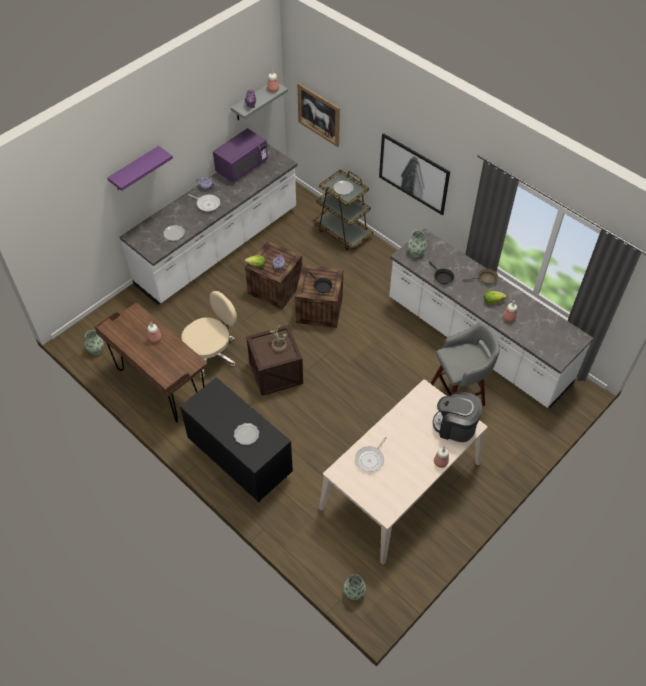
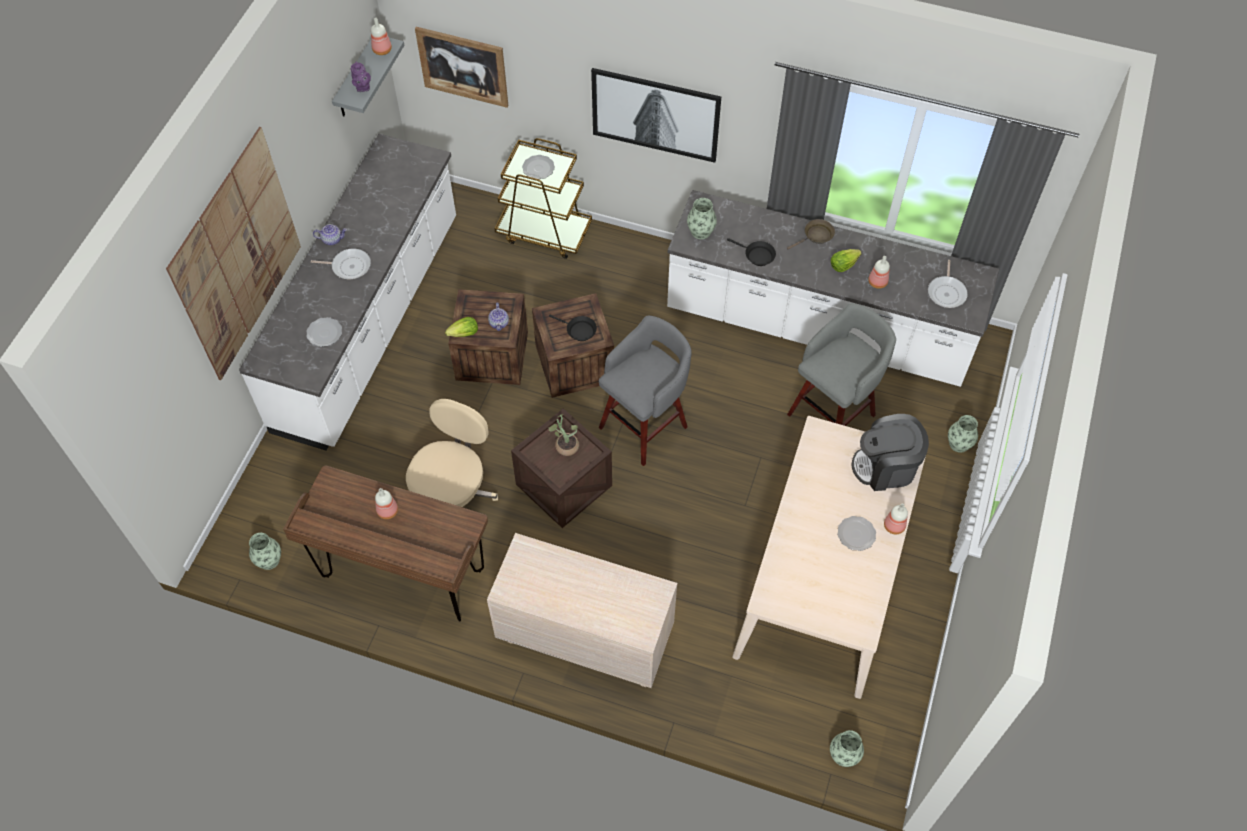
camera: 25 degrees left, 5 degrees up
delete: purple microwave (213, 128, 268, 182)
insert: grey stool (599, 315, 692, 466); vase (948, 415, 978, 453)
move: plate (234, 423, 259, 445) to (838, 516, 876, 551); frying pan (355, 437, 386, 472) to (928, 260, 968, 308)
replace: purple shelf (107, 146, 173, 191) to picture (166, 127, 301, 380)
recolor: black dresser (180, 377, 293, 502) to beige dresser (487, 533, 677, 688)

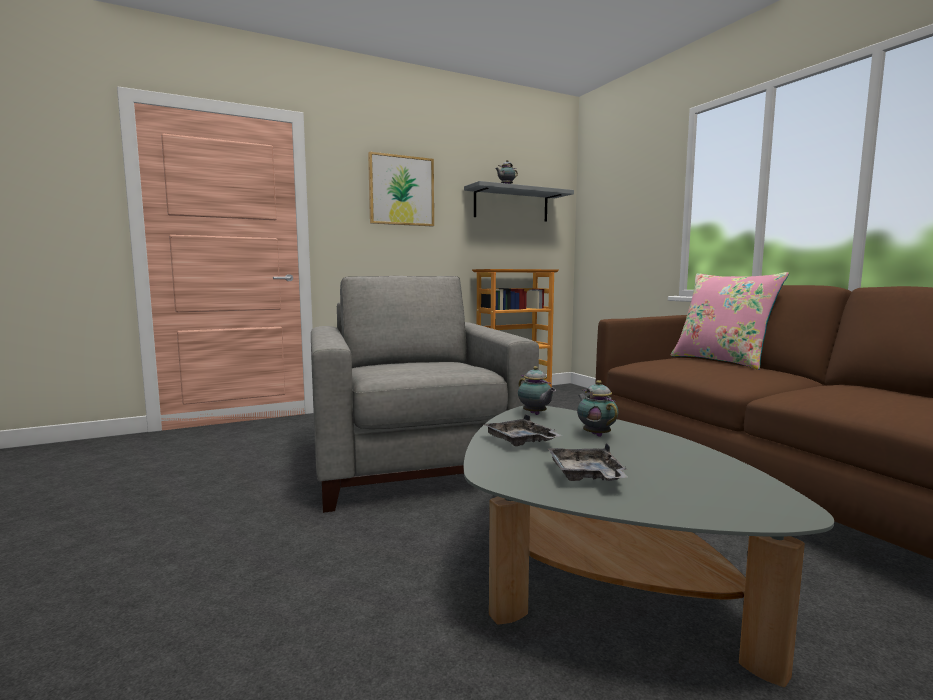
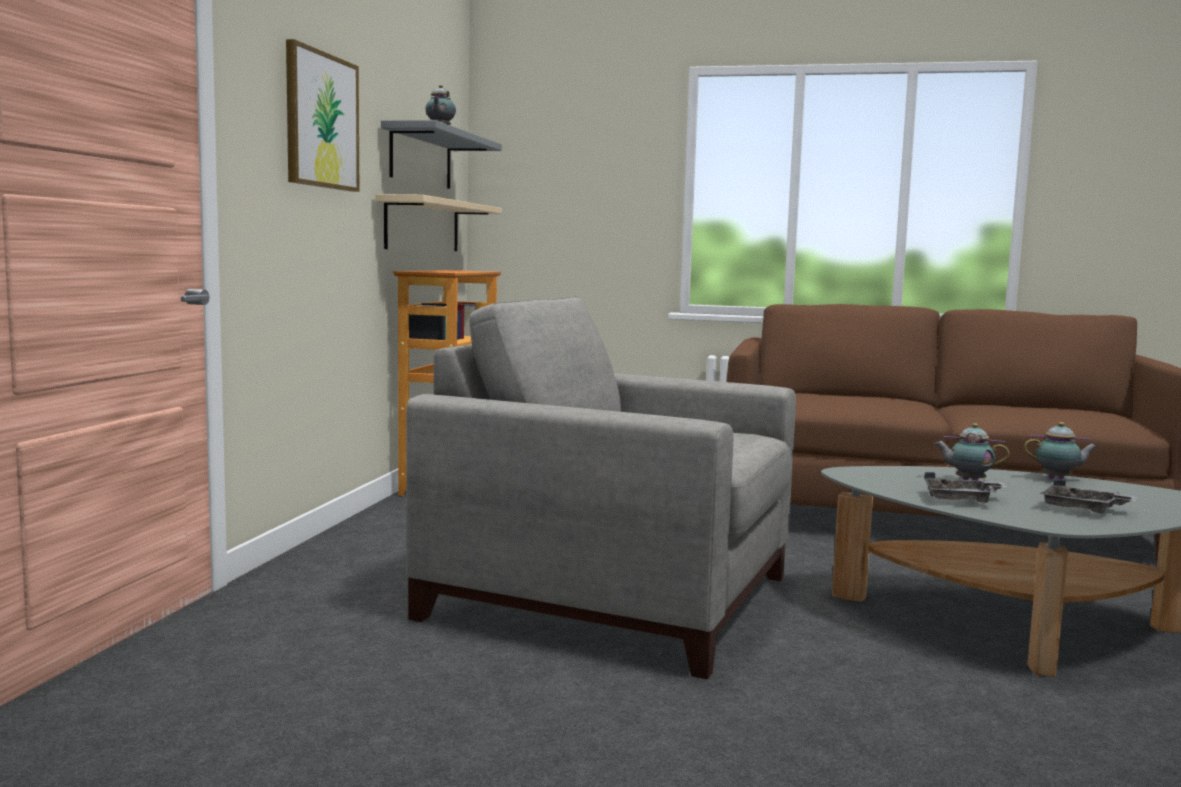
camera: 50 degrees left, 0 degrees up
delete: pink pillow (671, 272, 789, 370)
insert: beige shelf (375, 194, 502, 251)
move: teapot (518, 366, 556, 415) to (1024, 422, 1098, 480)

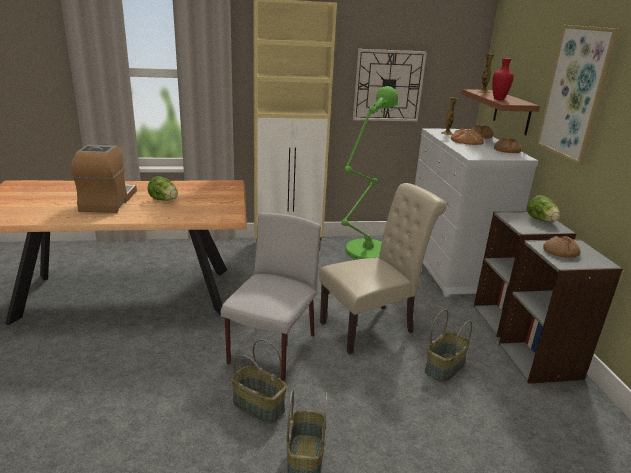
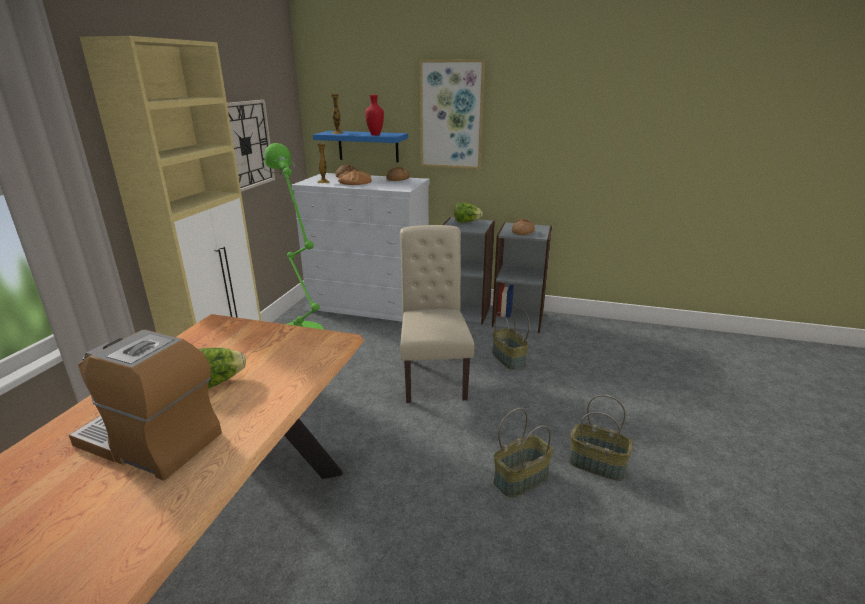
camera: 65 degrees left, 0 degrees up
delete: grey chair (221, 213, 321, 381)
recolor: brown shelf (461, 89, 540, 135) to blue shelf (313, 131, 408, 162)

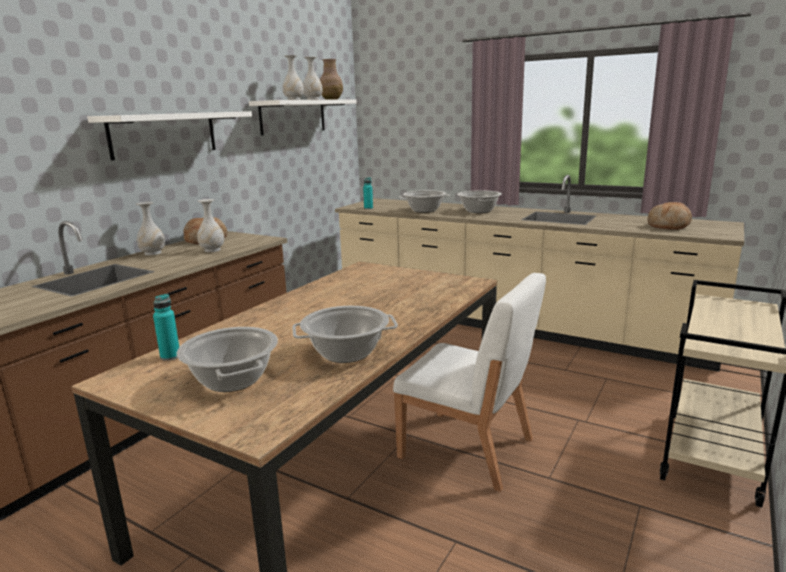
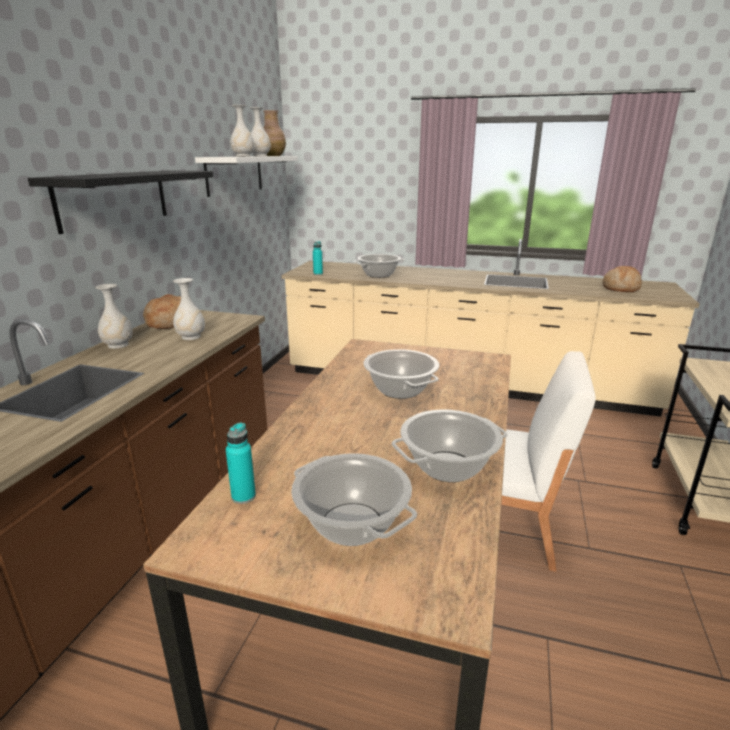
camera: 15 degrees left, 5 degrees up
move: cooking pot (457, 190, 502, 213) to (363, 349, 439, 399)
recolor: white shelf (87, 111, 252, 160) to black shelf (28, 171, 213, 234)

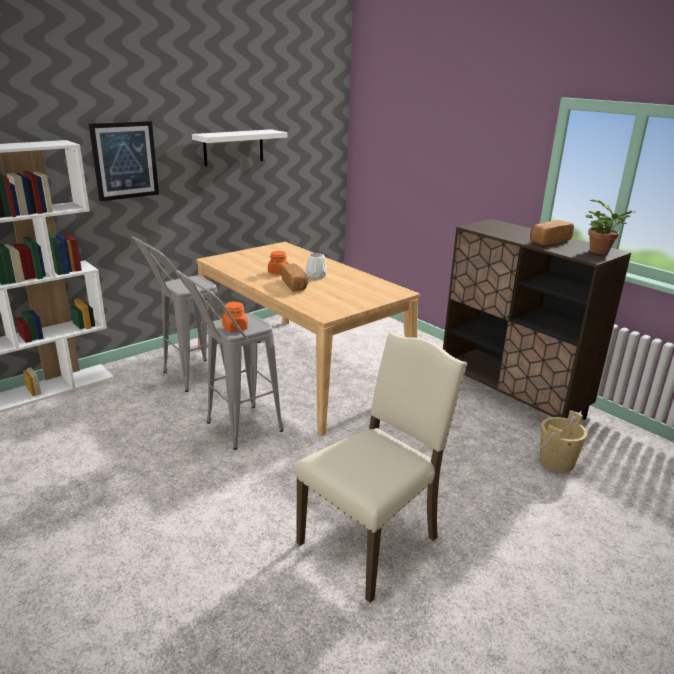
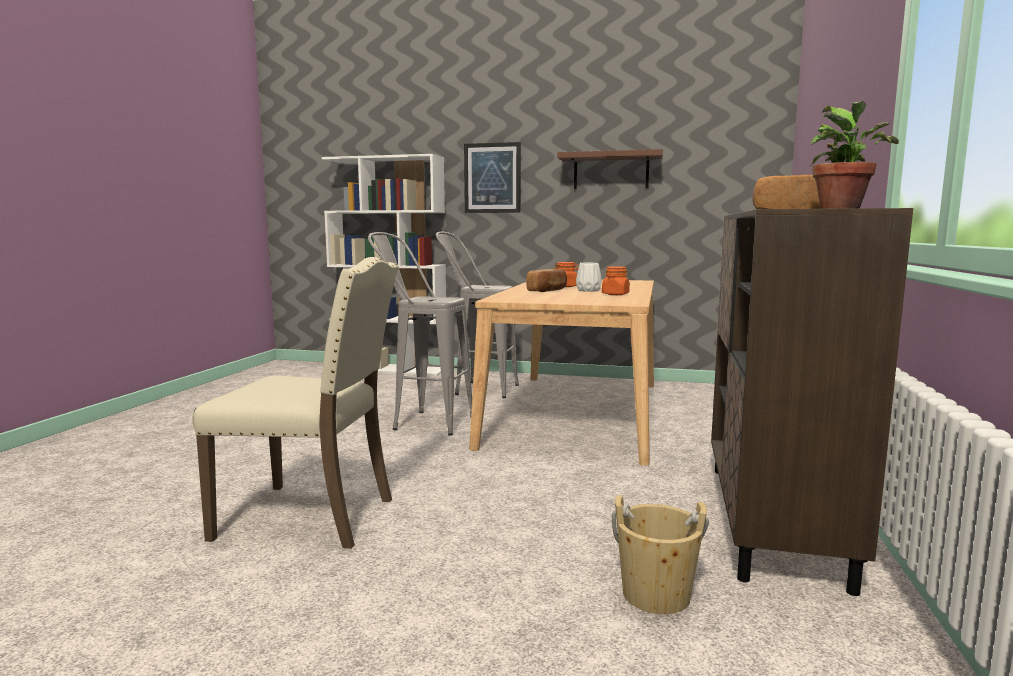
camera: 55 degrees right, 15 degrees down
move: orange jar (222, 301, 248, 332) to (602, 266, 630, 295)
recolor: white shelf (192, 129, 288, 166) to brown shelf (557, 149, 663, 189)

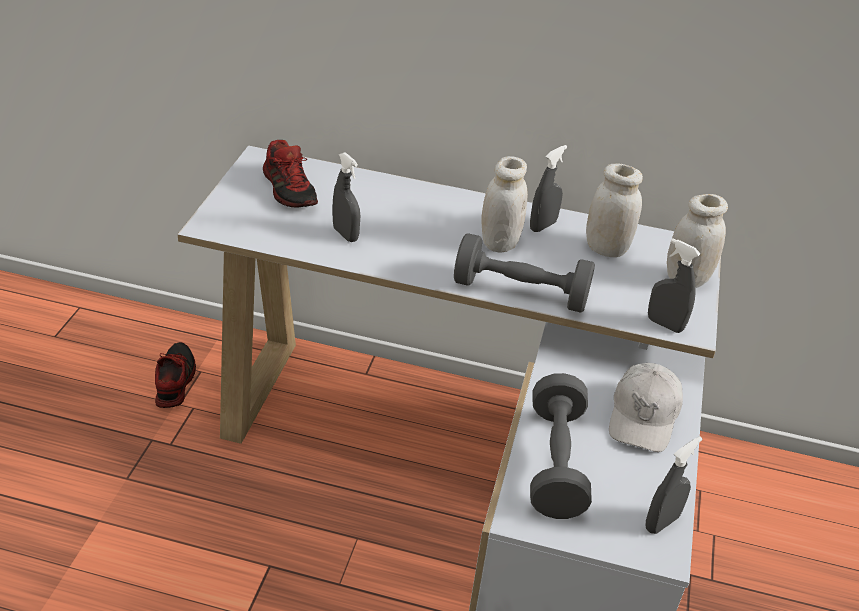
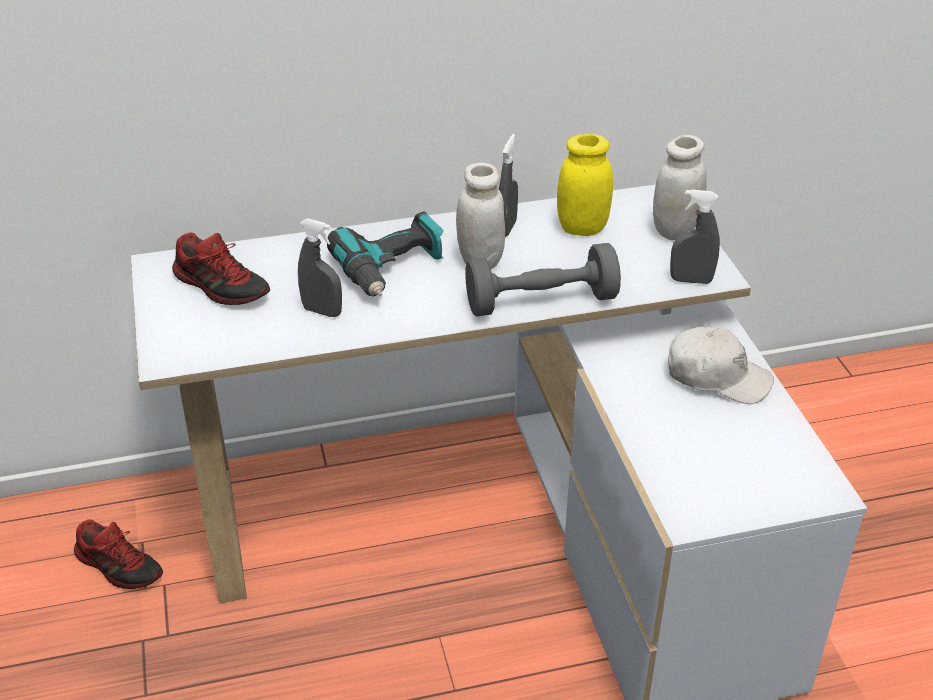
camera: 25 degrees left, 0 degrees up
delete: grey dumbbell (530, 373, 592, 519); grey spray bottle (646, 436, 702, 534)
insert: power drill (327, 211, 444, 297)
recolor: white jar (586, 163, 643, 257) to yellow jar (557, 134, 613, 236)
rotate: shoe (155, 342, 196, 408) = (74, 519, 163, 589) 150 degrees clockwise; white cap (609, 363, 683, 452) = (668, 327, 774, 404) 60 degrees counterclockwise

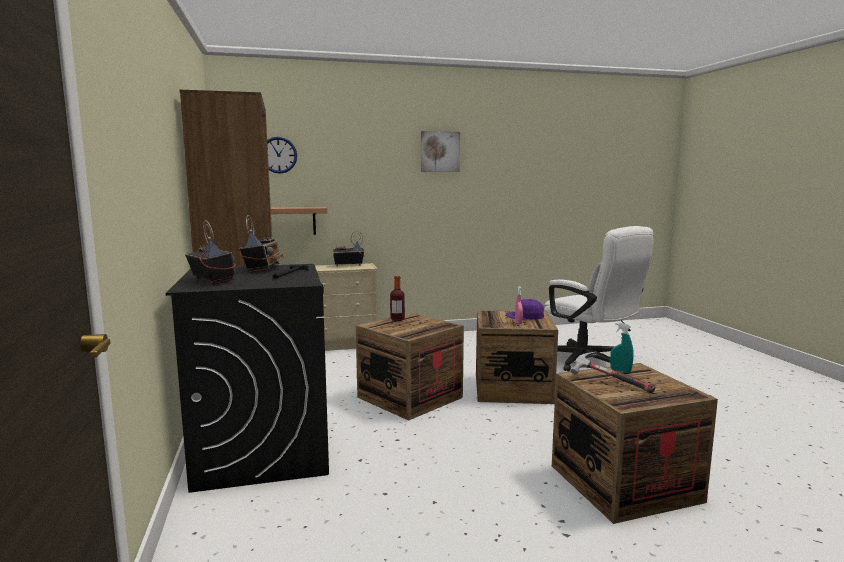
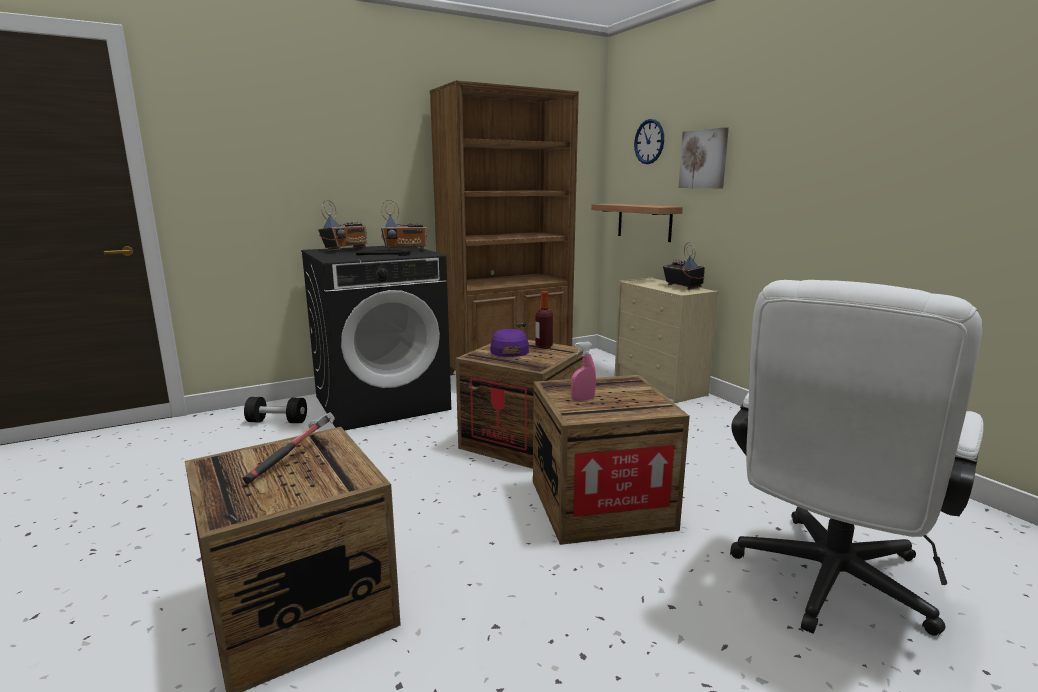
camera: 75 degrees right, 5 degrees up
delete: turquoise spray bottle (610, 322, 634, 373)
insert: black dumbbell (244, 397, 307, 423)
move: picture (421, 131, 460, 172) to (679, 127, 729, 188); purple cap (506, 299, 544, 319) to (490, 329, 529, 357)

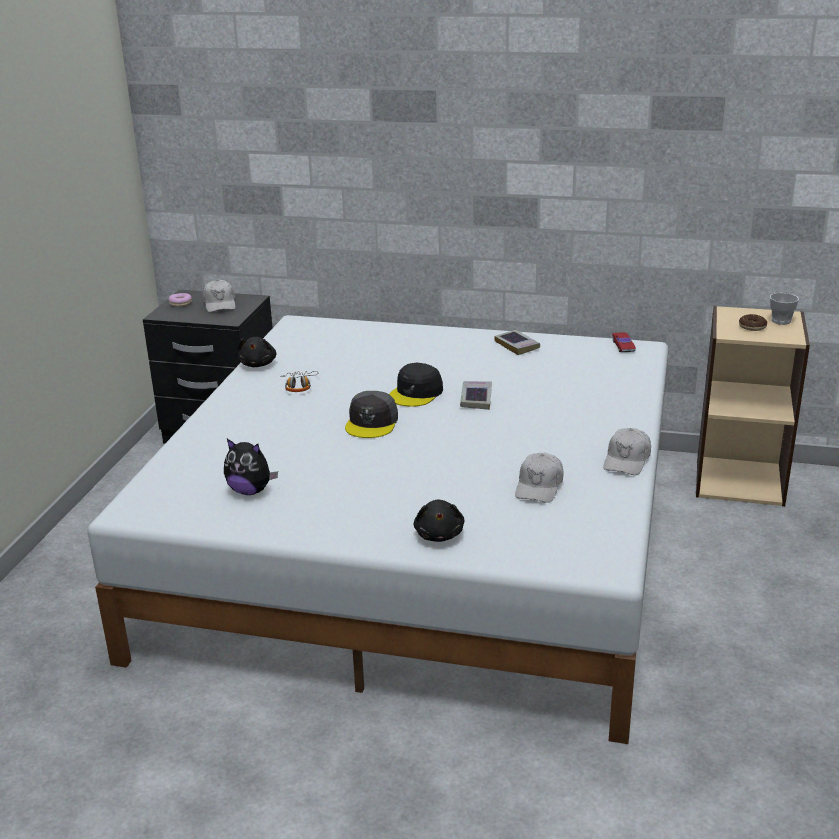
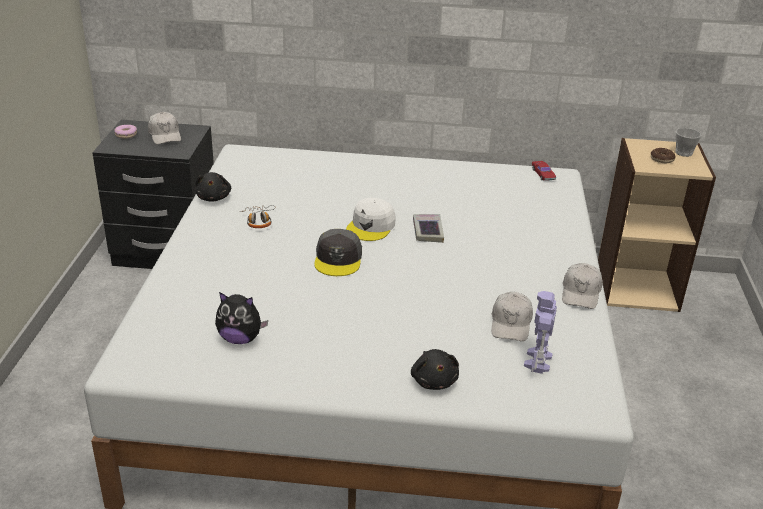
camera: 10 degrees left, 5 degrees up
delete: book (494, 330, 540, 355)
insert: toy robot (524, 291, 557, 374)
recolor: black cap (389, 363, 443, 407) to white cap (346, 198, 395, 241)

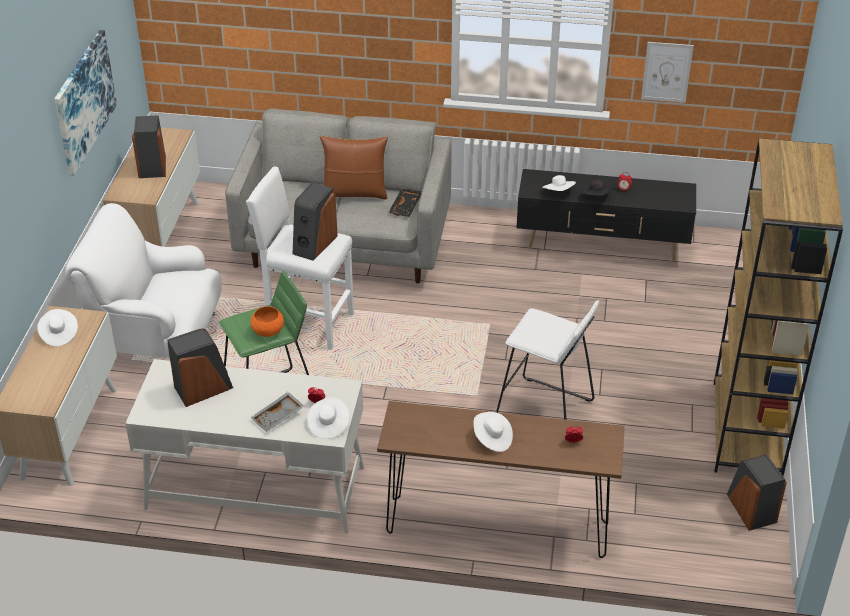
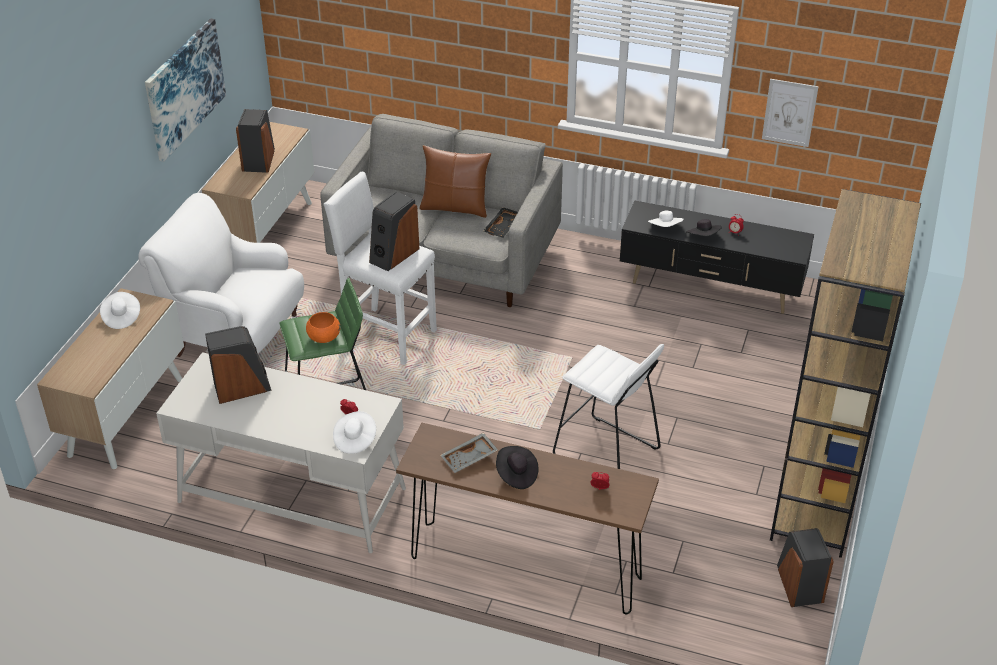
camera: 10 degrees right, 0 degrees up
move: grey tray (250, 392, 304, 432) to (440, 433, 498, 473)
recolor: white hat (474, 412, 513, 452) to black hat (496, 446, 539, 489)

